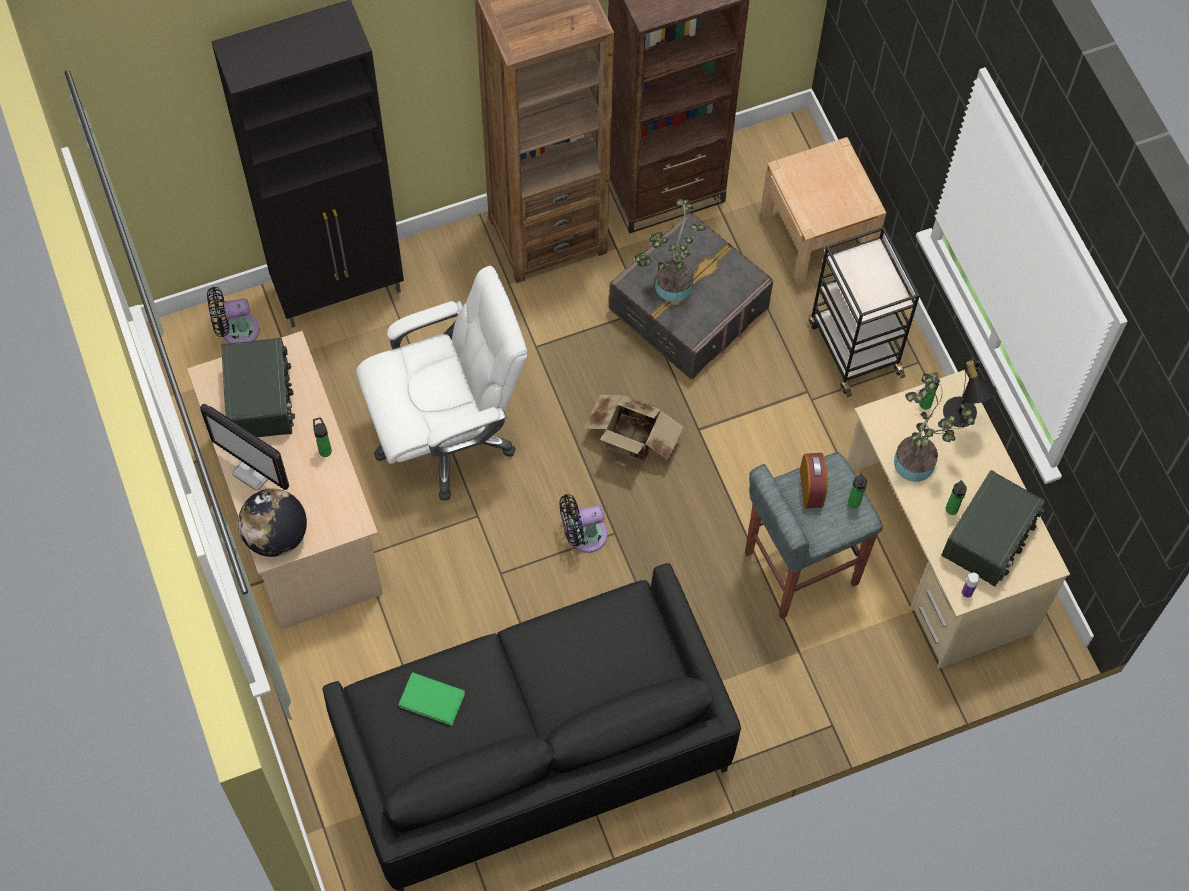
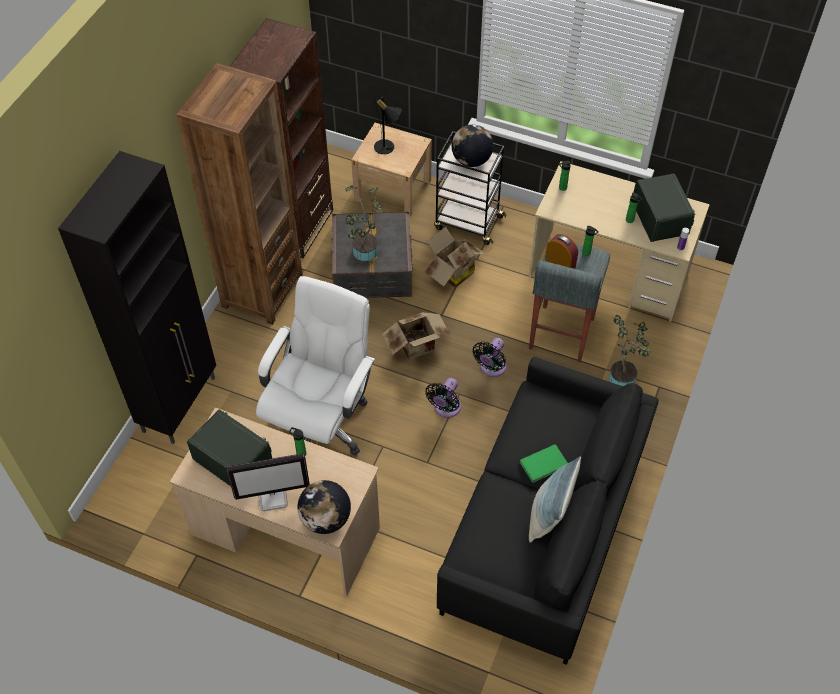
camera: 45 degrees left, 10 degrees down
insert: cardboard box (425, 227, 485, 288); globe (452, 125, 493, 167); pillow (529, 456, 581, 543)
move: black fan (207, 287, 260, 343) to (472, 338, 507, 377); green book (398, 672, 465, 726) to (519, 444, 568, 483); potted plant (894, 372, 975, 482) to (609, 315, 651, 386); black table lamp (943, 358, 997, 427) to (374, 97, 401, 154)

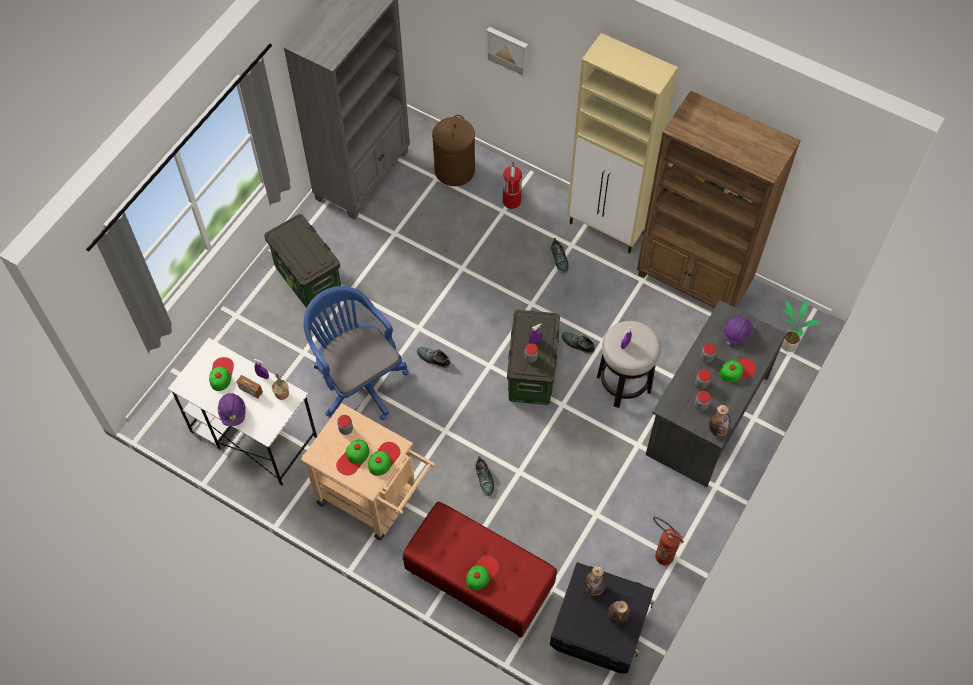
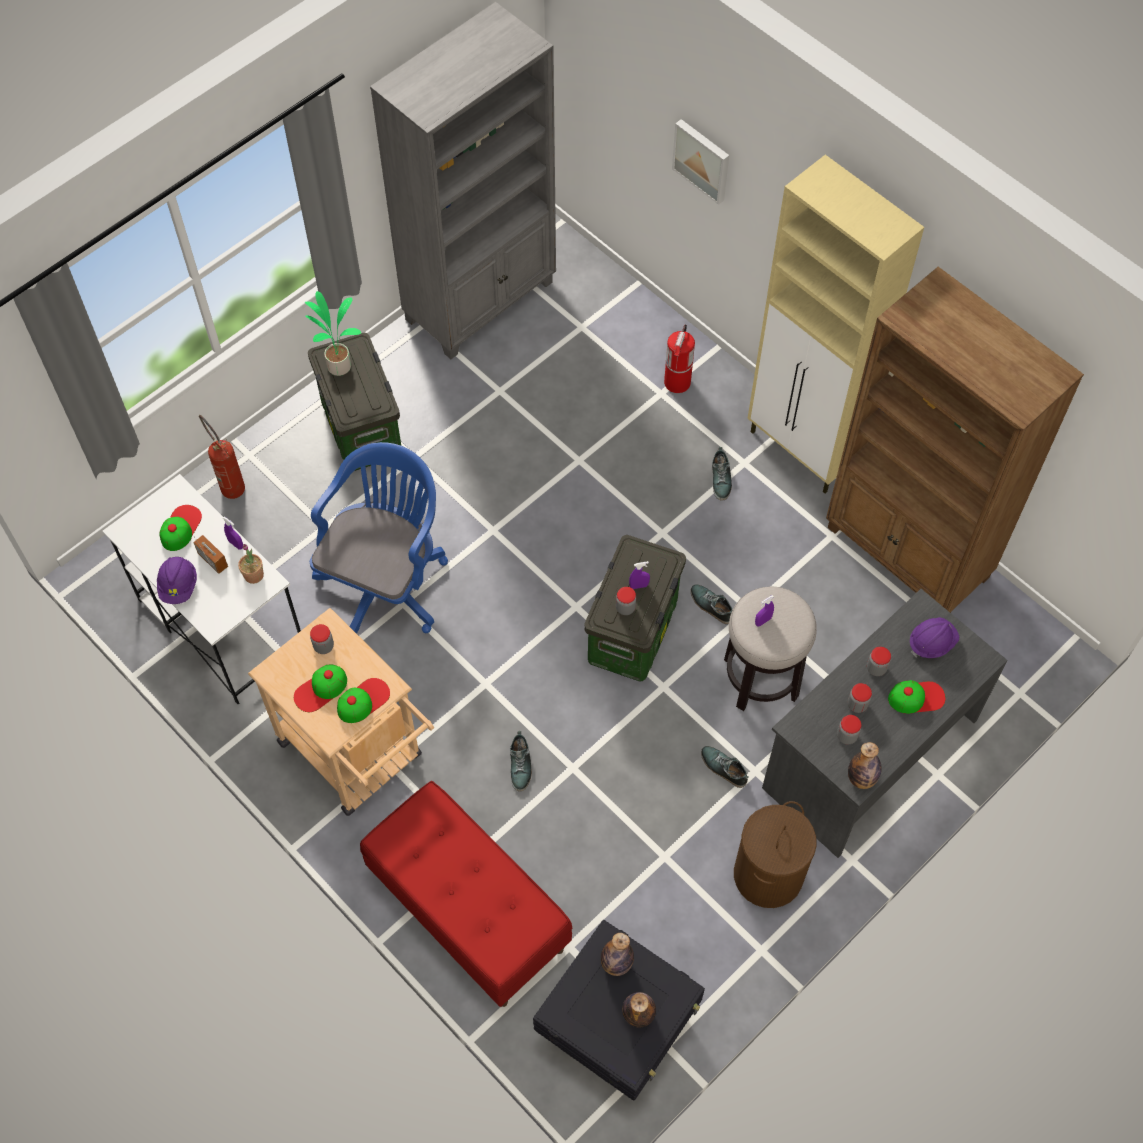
camera: 15 degrees right, 0 degrees up
delete: cap (466, 556, 499, 590)
move: shoe (417, 347, 450, 368) to (701, 746, 749, 788); brown laundry basket (432, 115, 475, 186) to (734, 801, 817, 908); fire extinguisher (653, 517, 684, 565) to (199, 415, 245, 499); potted plant (781, 300, 819, 352) to (305, 291, 361, 376)
rotate: blue office chair (304, 286, 409, 420) = (310, 442, 448, 634) 45 degrees clockwise

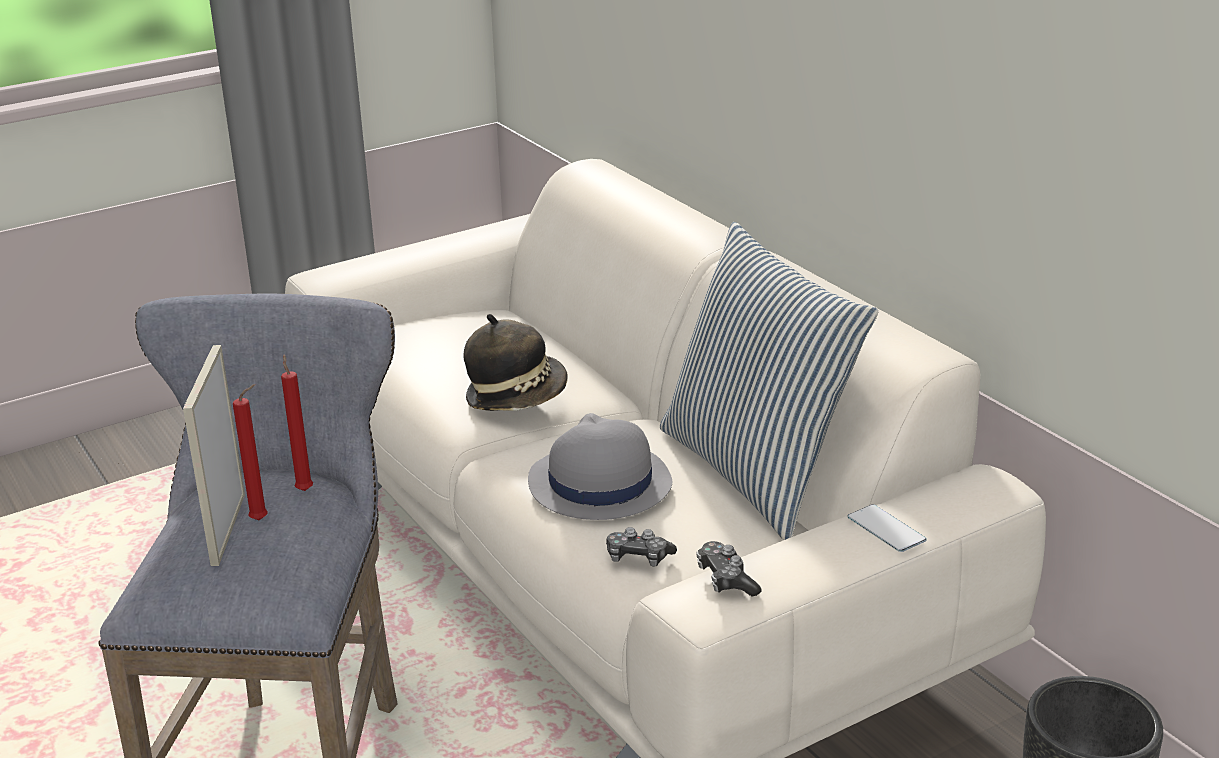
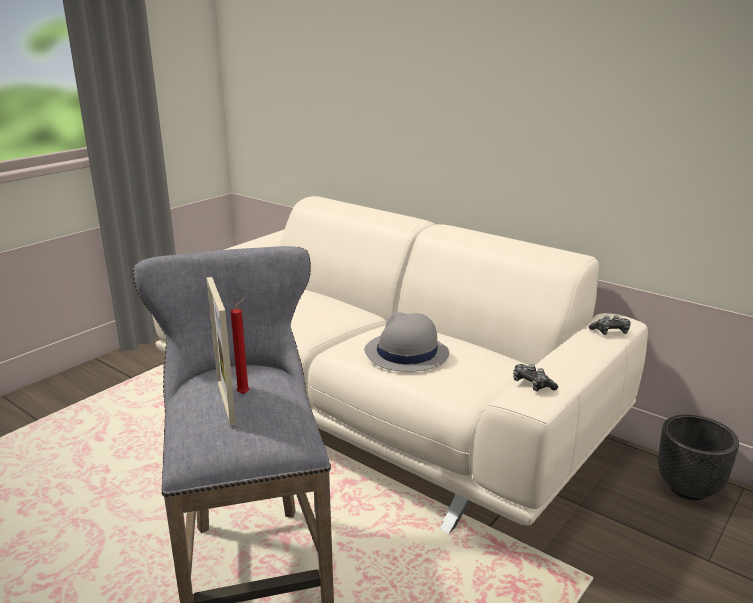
camera: 20 degrees left, 5 degrees down
delete: red candle (281, 355, 313, 491); hat (463, 314, 568, 411); pillow (660, 222, 878, 540); phone (848, 504, 927, 552)
move: game controller (606, 527, 677, 567) to (589, 315, 631, 335)

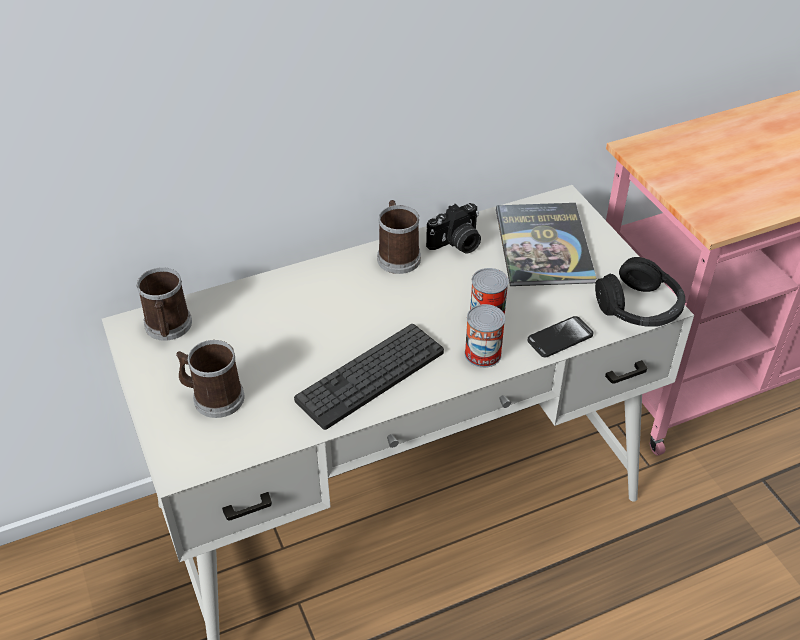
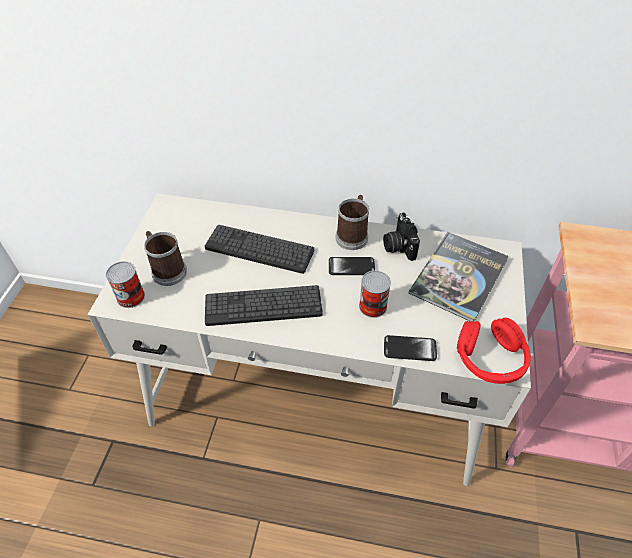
camera: 35 degrees right, 5 degrees up
delete: mug (136, 267, 192, 341)
insert: keyboard (205, 225, 314, 274); phone (329, 257, 375, 275)
move: can (465, 304, 505, 368) to (106, 261, 145, 308)
recolor: black headphones (595, 257, 685, 327) to red headphones (457, 318, 531, 384)
rotate: photo camera (426, 203, 481, 254) = (383, 213, 420, 261) 75 degrees clockwise

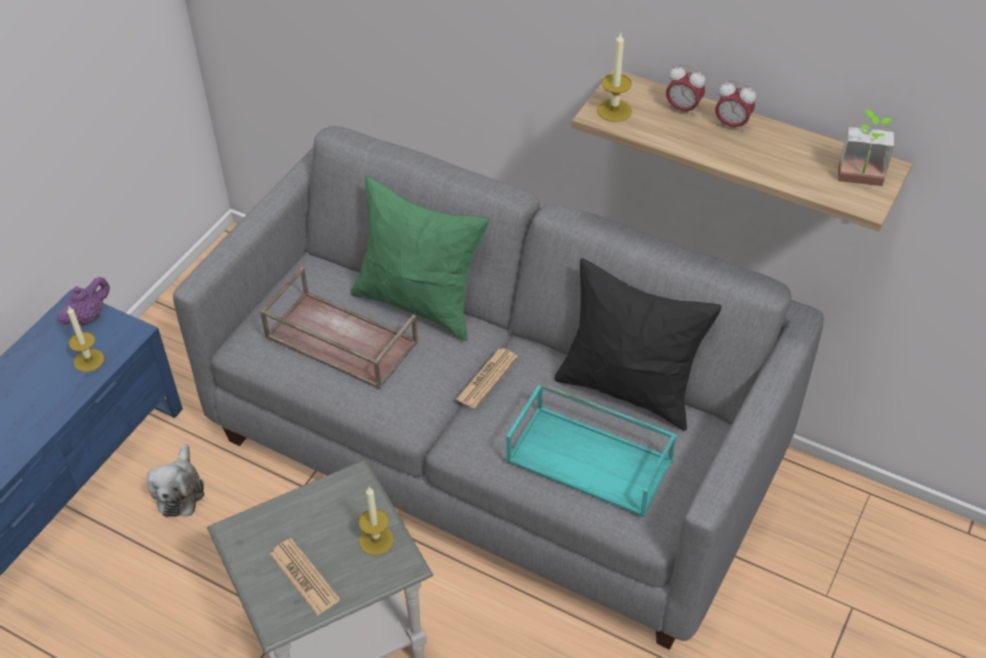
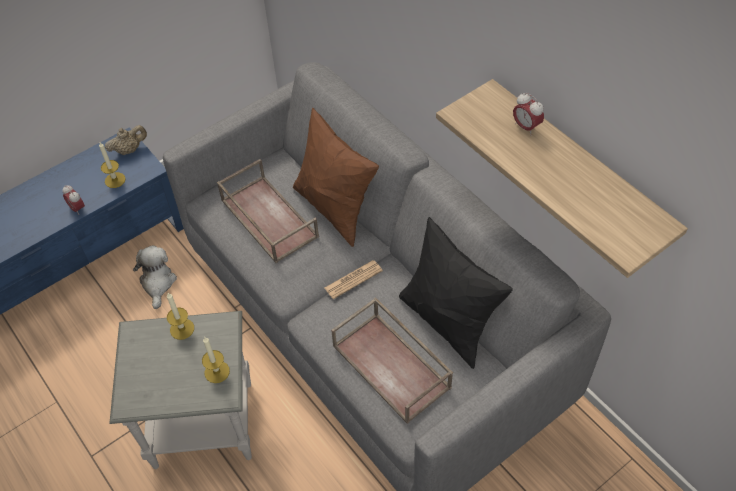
camera: 25 degrees right, 5 degrees up
delete: newspaper (270, 538, 340, 615); potted plant (838, 110, 894, 186)
move: candle (597, 32, 632, 122) to (167, 293, 194, 340); alarm clock (715, 80, 756, 132) to (62, 185, 85, 214)
recolor: purple teapot (57, 277, 110, 326) to beige teapot (105, 125, 147, 155); green pillow (351, 176, 489, 341) to brown pillow (293, 108, 379, 247); turquoise tray (506, 382, 677, 517) to brown tray (331, 297, 453, 424)
rotate: plush toy (147, 444, 205, 517) = (133, 246, 177, 309) 150 degrees clockwise

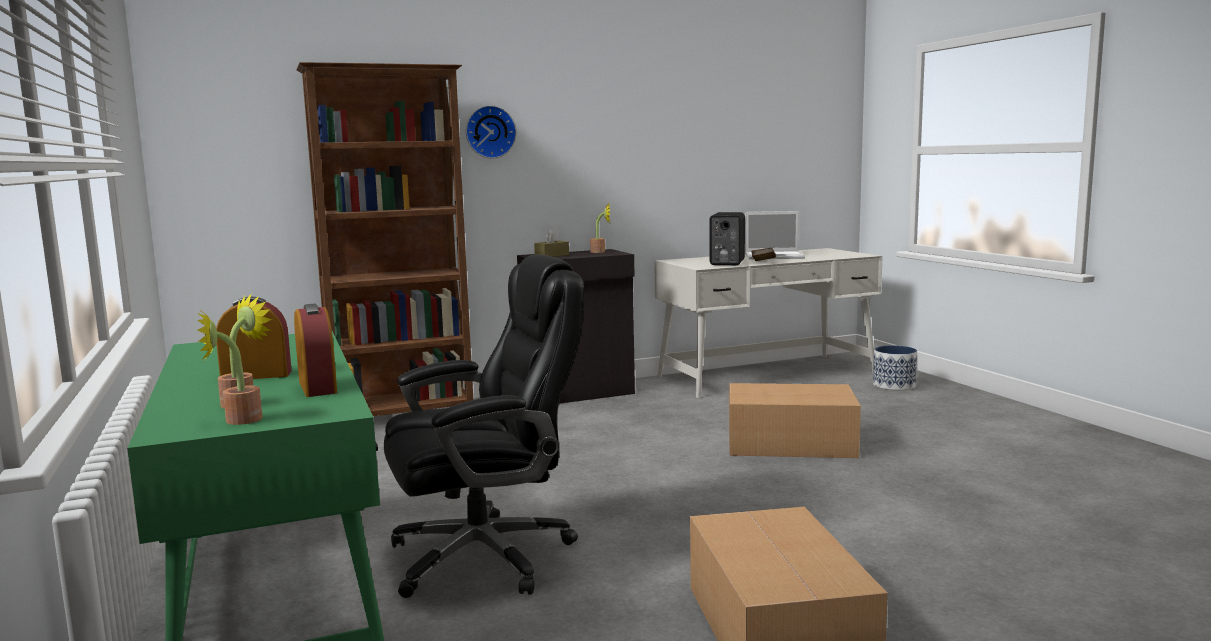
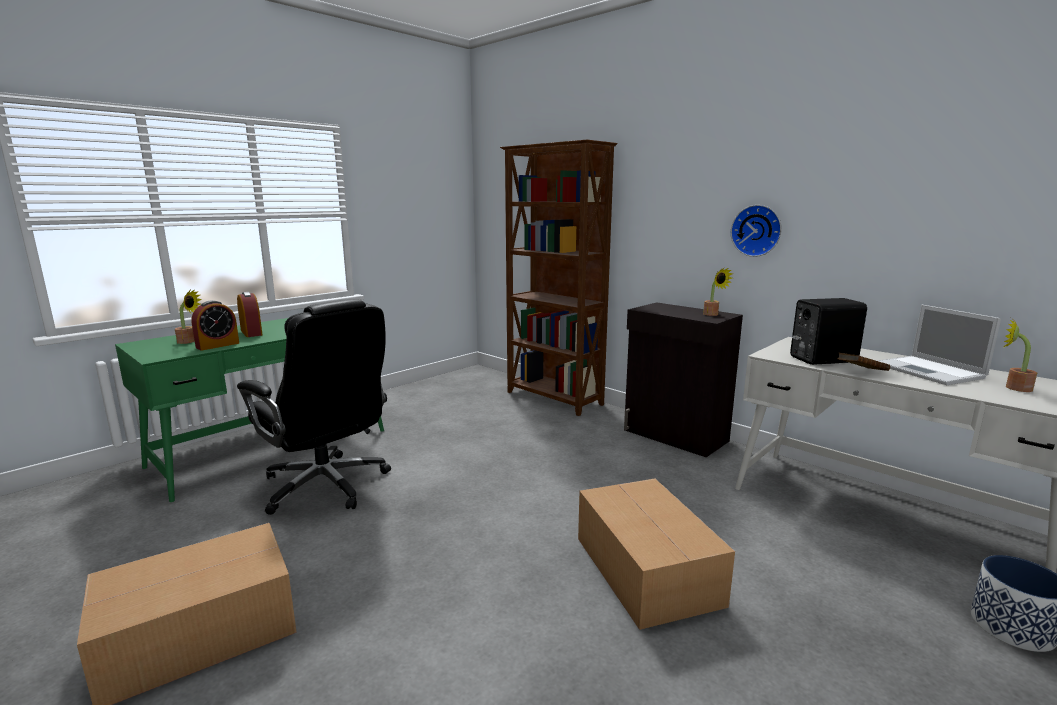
camera: 65 degrees right, 5 degrees up
delete: brown tissue box (534, 229, 569, 257)
move: potted plant (197, 309, 263, 425) to (1003, 317, 1037, 392); wall clock (466, 105, 517, 159) to (731, 205, 782, 257)

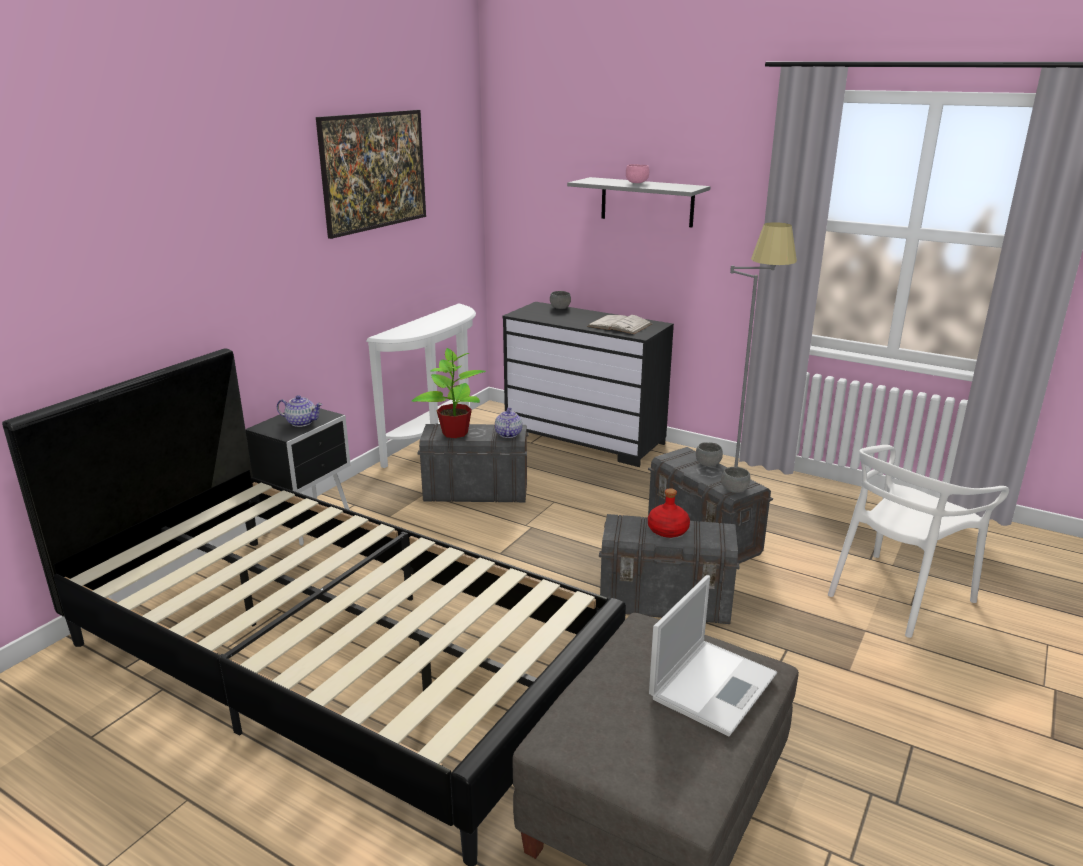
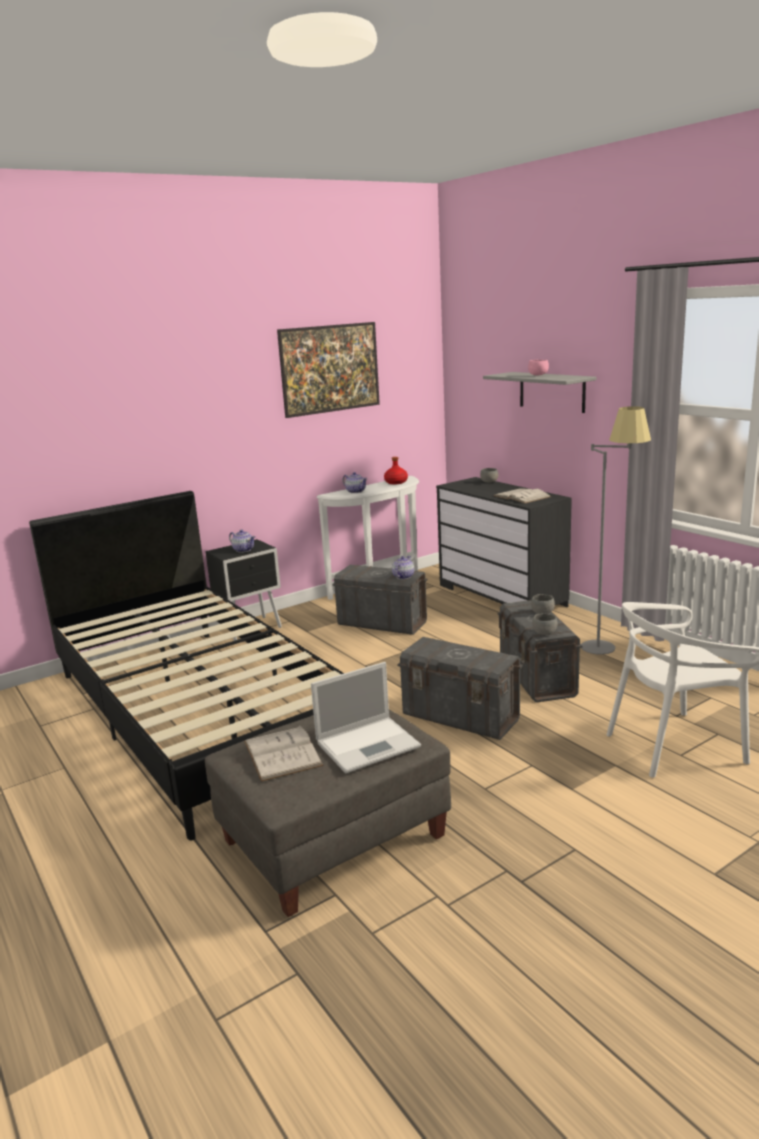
camera: 25 degrees right, 5 degrees down
delete: potted plant (412, 348, 486, 438)
insert: white book (244, 725, 323, 782); teapot (342, 472, 368, 493)
move: red bottle (648, 488, 690, 538) to (384, 457, 408, 484)

